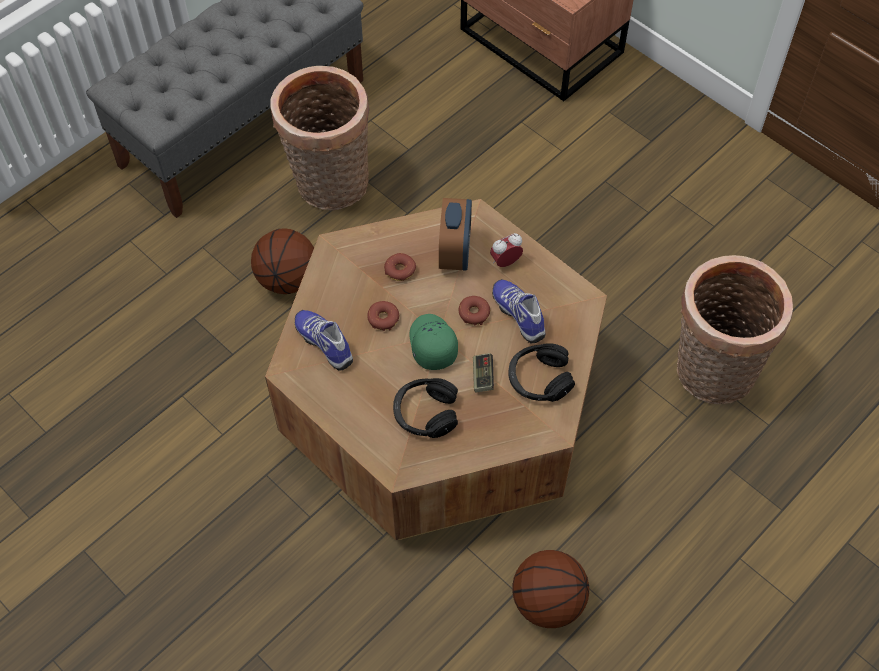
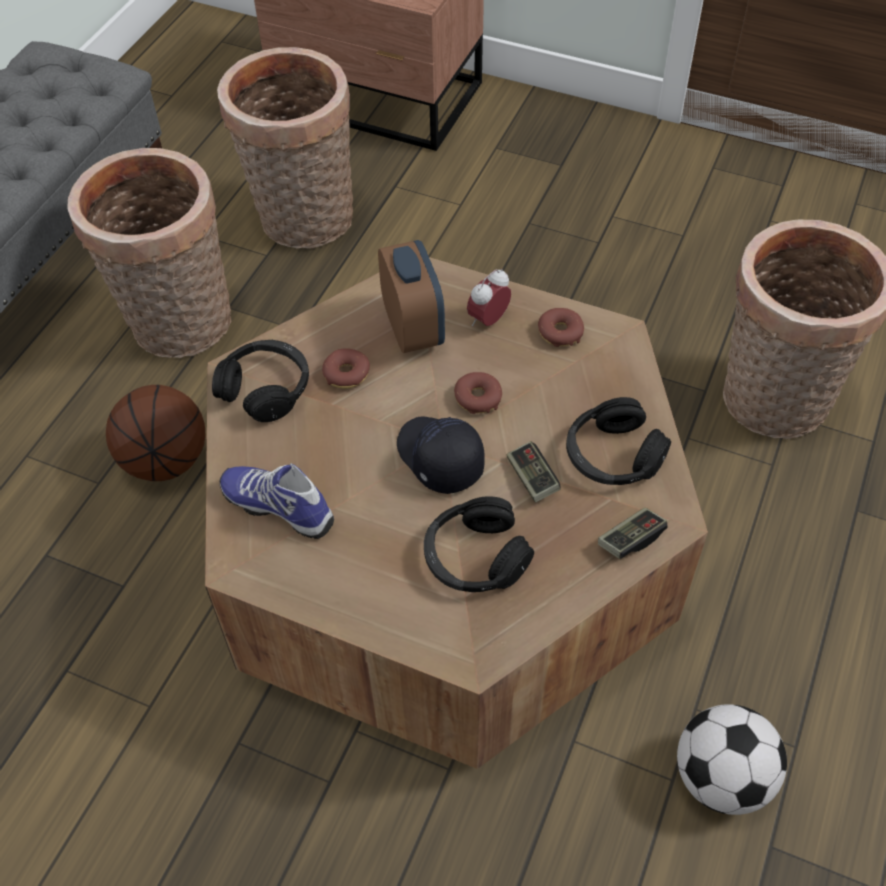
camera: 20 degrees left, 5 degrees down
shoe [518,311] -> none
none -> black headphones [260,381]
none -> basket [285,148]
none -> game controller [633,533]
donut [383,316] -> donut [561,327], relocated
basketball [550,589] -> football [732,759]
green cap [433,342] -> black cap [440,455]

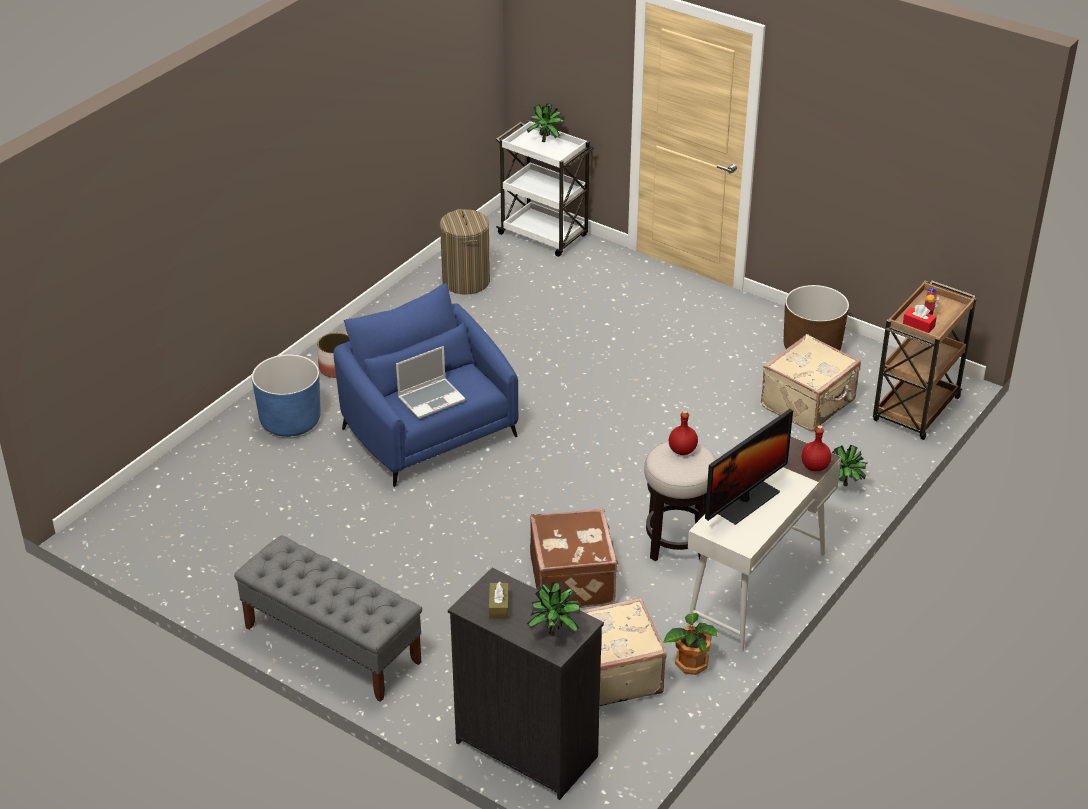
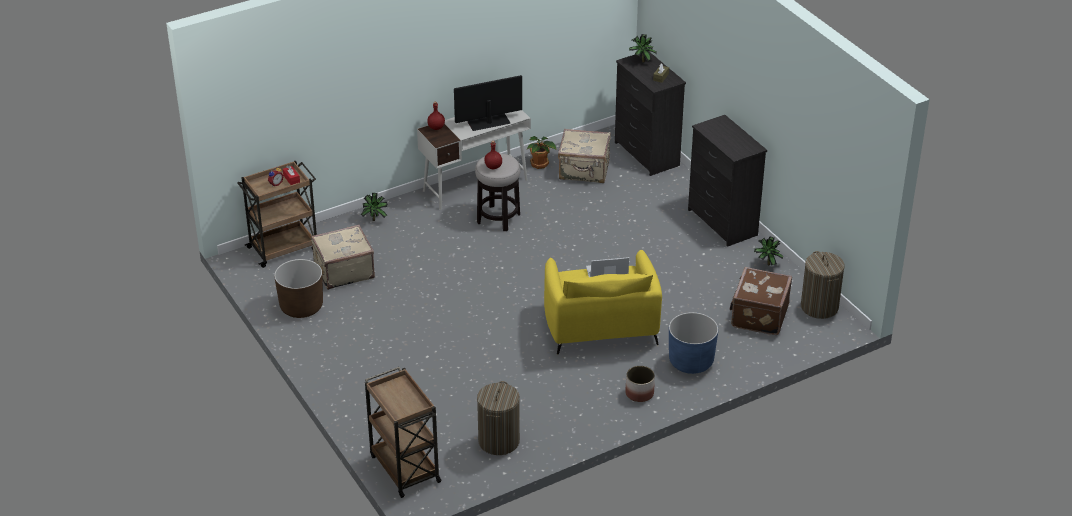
camera: 155 degrees left, 0 degrees up
none -> laundry basket [823,285]
potted plant [545,122] -> potted plant [768,251], relocated
brown suitcase [574,558] -> brown suitcase [760,301], relocated
grey bench [328,618] -> black dresser [727,181]
blue armchair [425,385] -> yellow armchair [603,302]
white cart [545,188] -> brown cart [403,432]

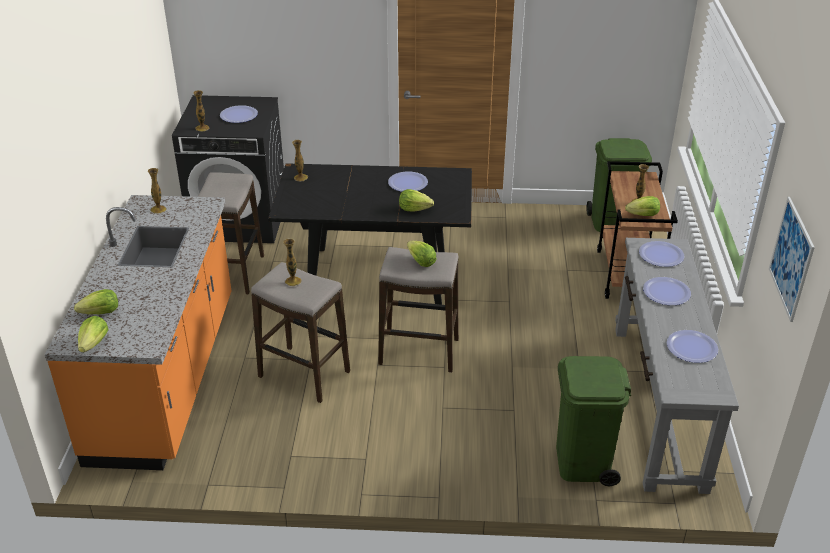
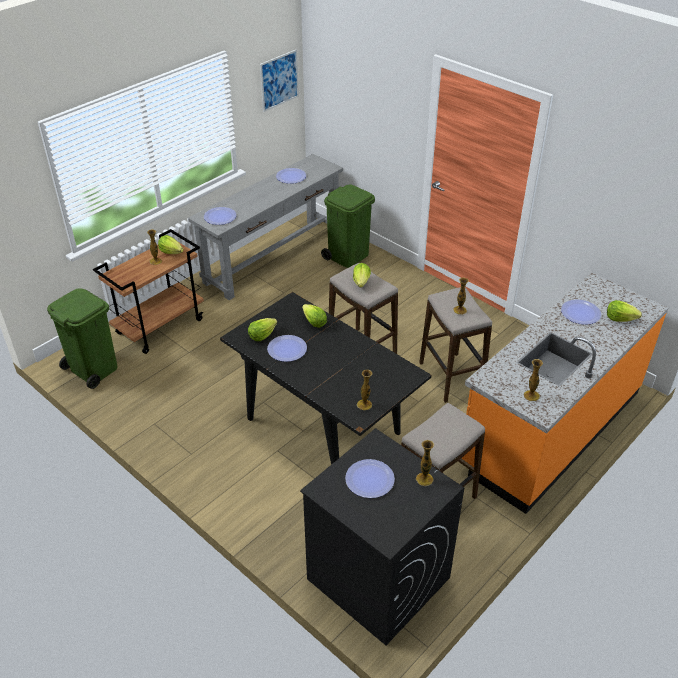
camera: 140 degrees left, 5 degrees up
lettuce [93,334] -> lettuce [262,329], relocated
plate [667,291] -> plate [581,312], relocated

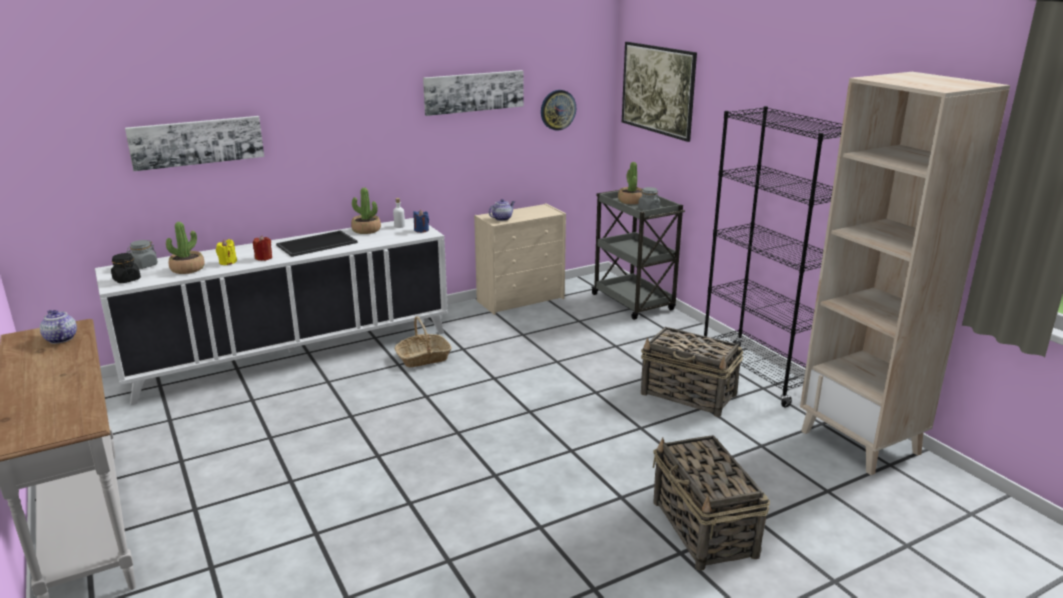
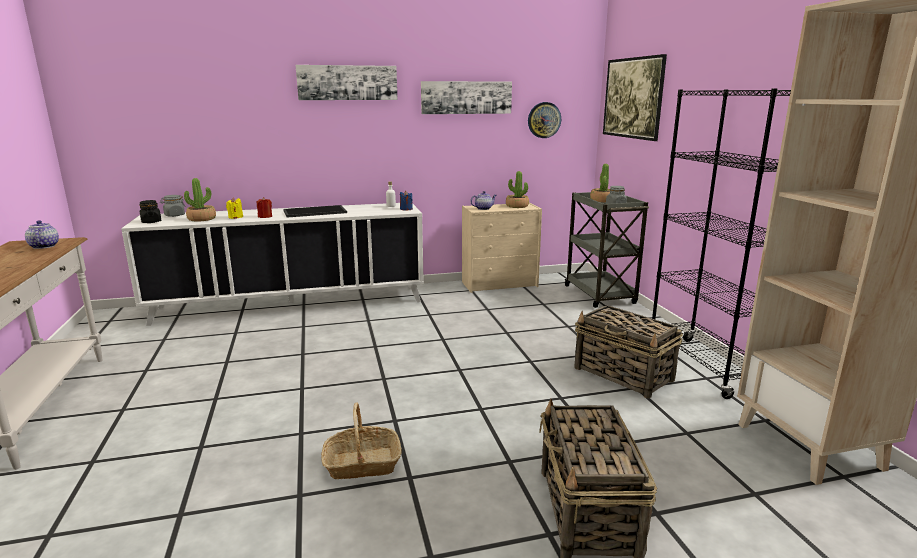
camera: 15 degrees right, 5 degrees down
picture [194,143] -> picture [347,82], relocated
potted plant [366,211] -> potted plant [517,189], relocated
basket [423,341] -> basket [361,441], relocated

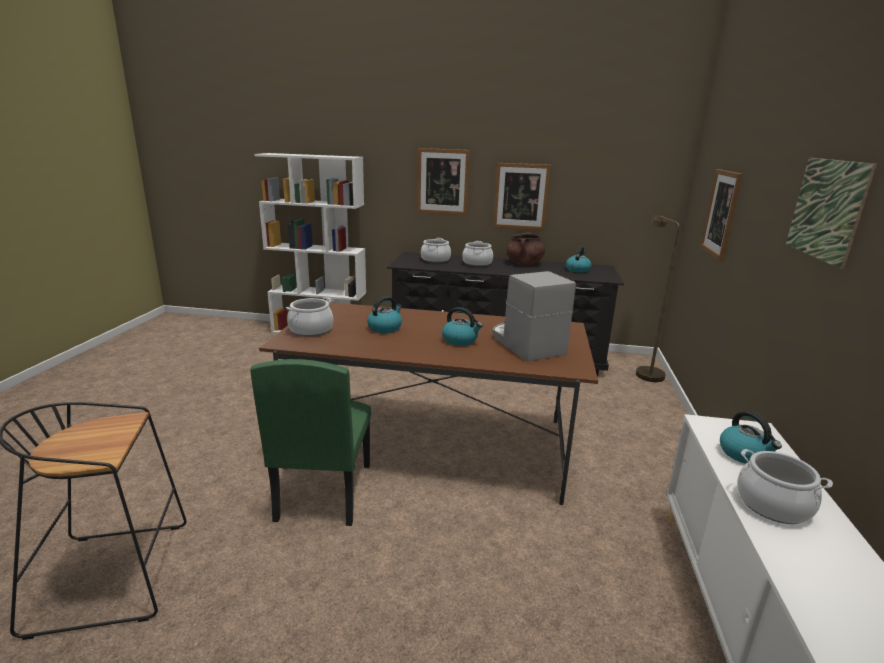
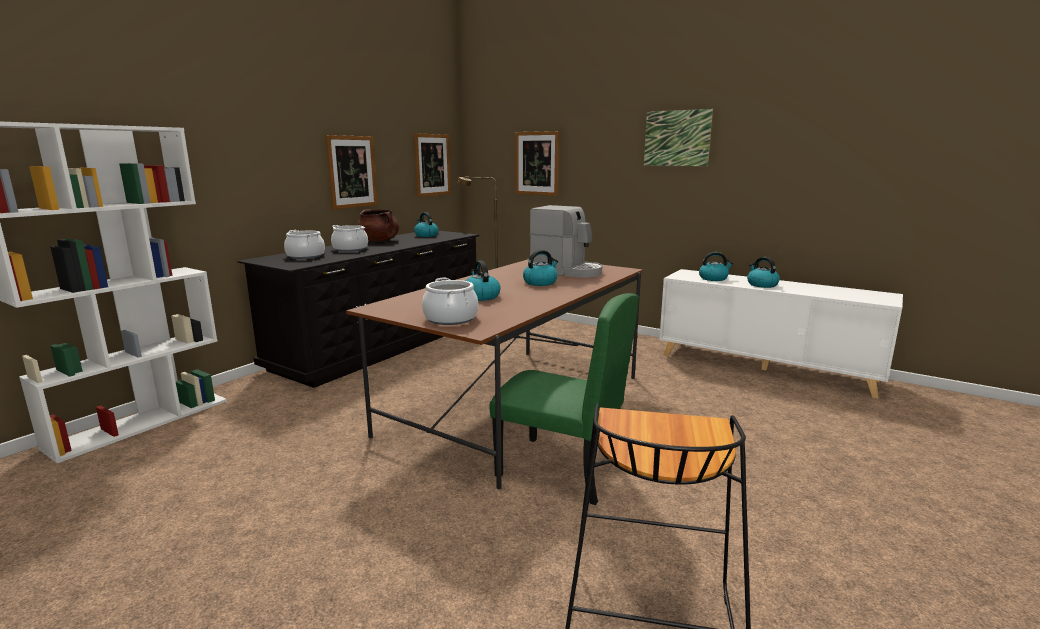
camera: 65 degrees left, 5 degrees down
picture [443,181] -> picture [432,165], relocated
cooking pot [785,486] -> kettle [763,272]
coffee machine [534,316] -> coffee machine [566,241], 150 degrees counterclockwise

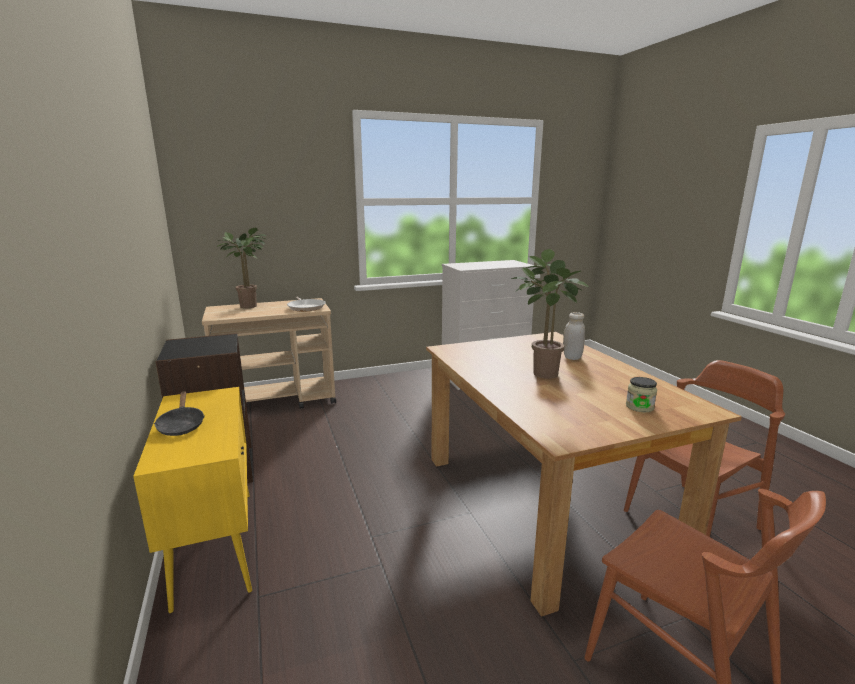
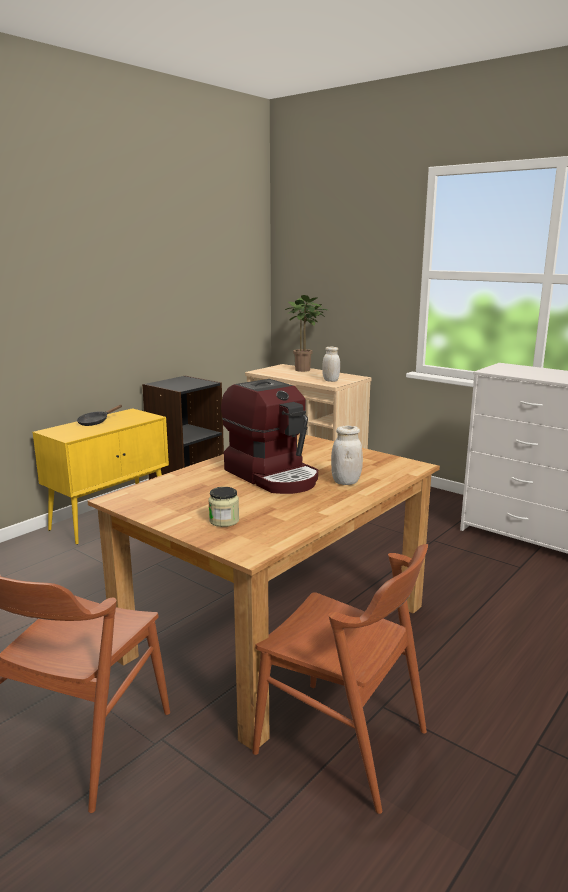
camera: 60 degrees right, 0 degrees up
frying pan [306,304] -> white jar [331,364]
potted plant [550,314] -> coffee machine [269,436]

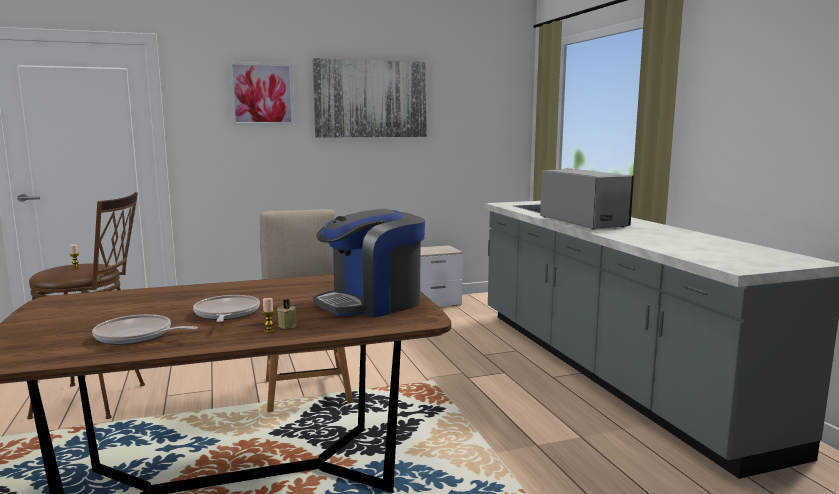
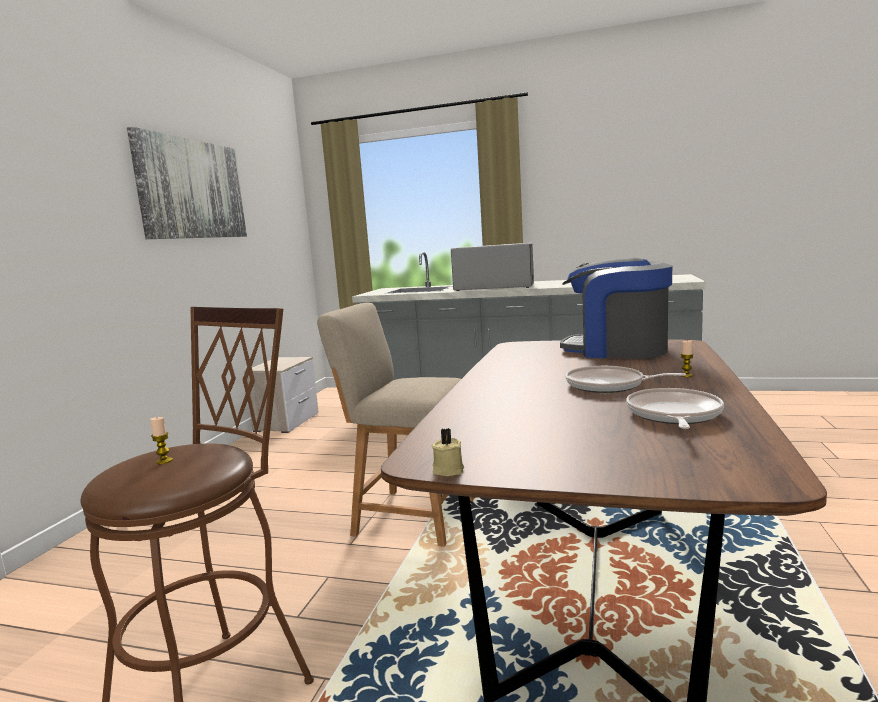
camera: 55 degrees left, 0 degrees up
picture [261,93] -> none
beige candle [287,314] -> beige candle [448,452], relocated
frying pan [145,329] -> frying pan [675,408], 150 degrees clockwise
coffee machine [369,263] -> coffee machine [616,308], 120 degrees clockwise

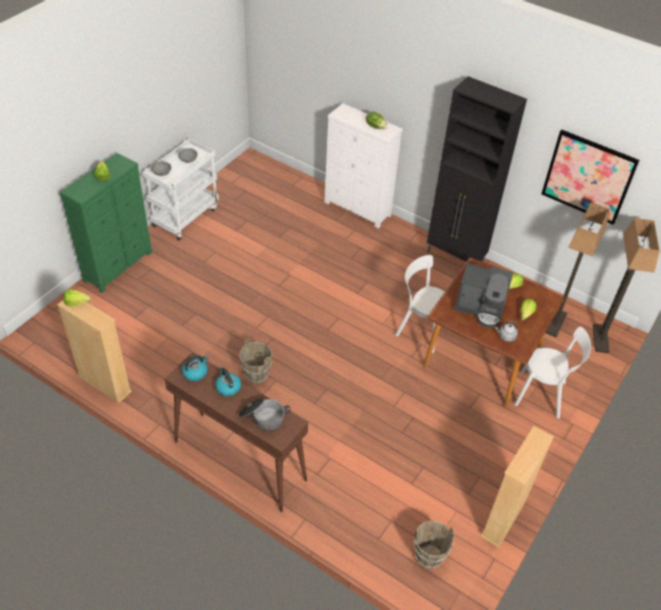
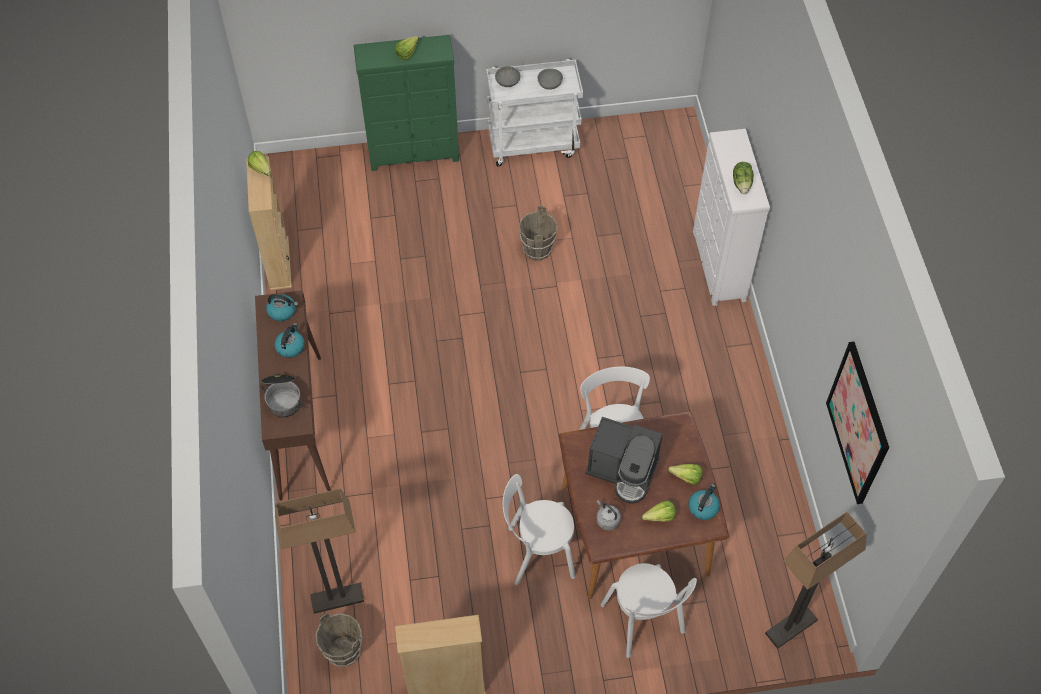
camera: 50 degrees right, 10 degrees up
black cabinet [477,169] -> none
none -> white chair [539,529]
none -> kettle [704,502]
brown bucket [255,361] -> brown bucket [538,233], relocated
floor lamp [577,269] -> floor lamp [319,551], relocated
coffee machine [483,295] -> coffee machine [624,460], 45 degrees counterclockwise

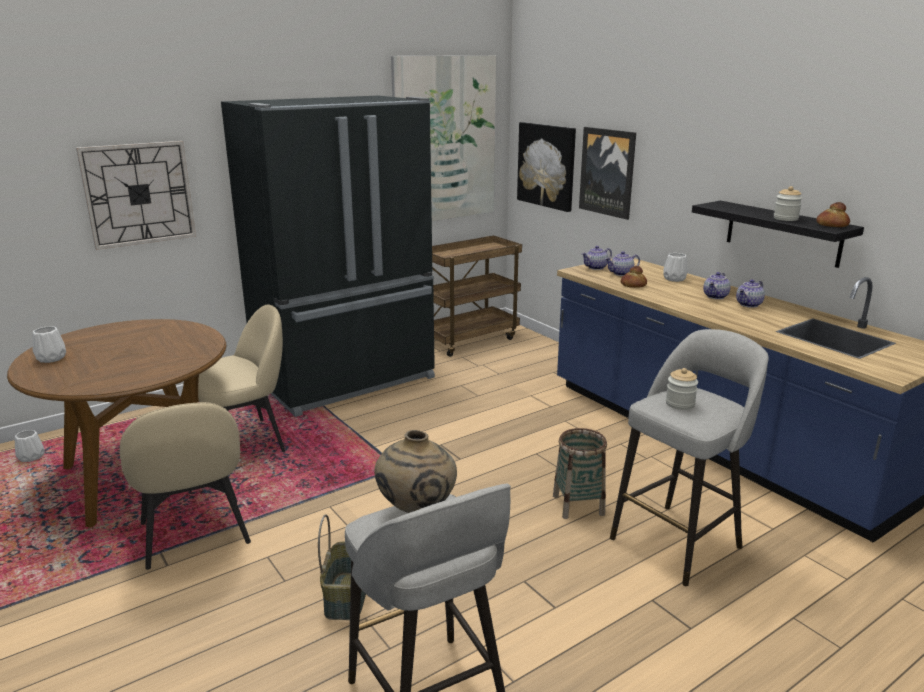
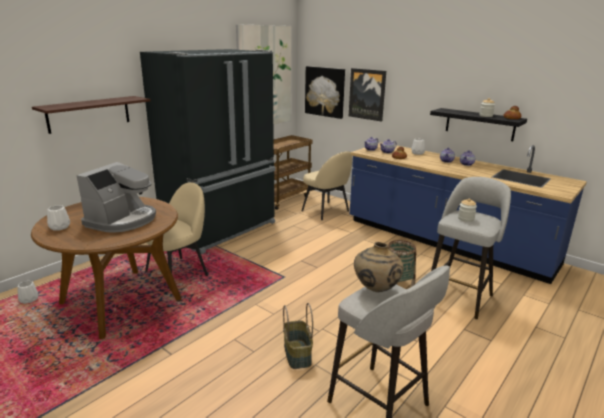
camera: 15 degrees left, 0 degrees up
none -> coffee machine [116,197]
beige chair [185,486] -> beige chair [327,185], relocated
wall clock [136,195] -> shelf [91,115]

